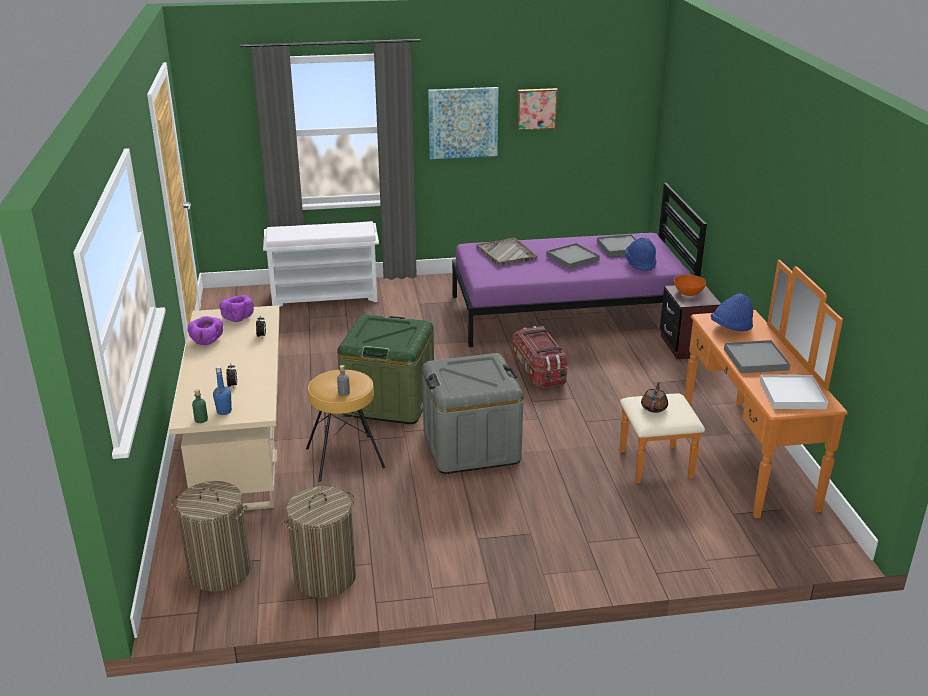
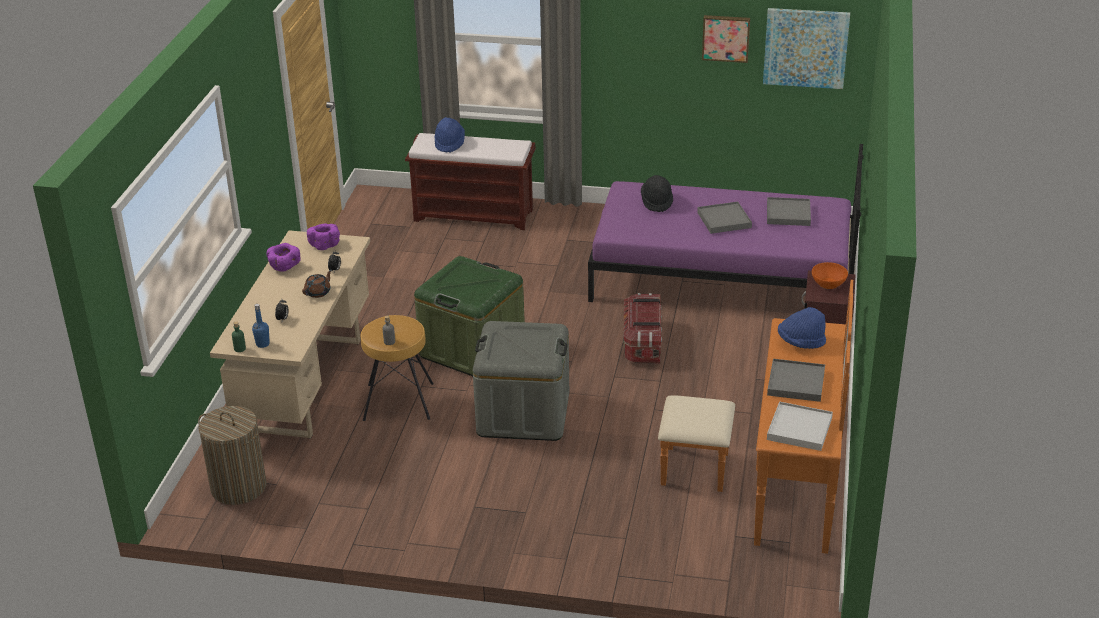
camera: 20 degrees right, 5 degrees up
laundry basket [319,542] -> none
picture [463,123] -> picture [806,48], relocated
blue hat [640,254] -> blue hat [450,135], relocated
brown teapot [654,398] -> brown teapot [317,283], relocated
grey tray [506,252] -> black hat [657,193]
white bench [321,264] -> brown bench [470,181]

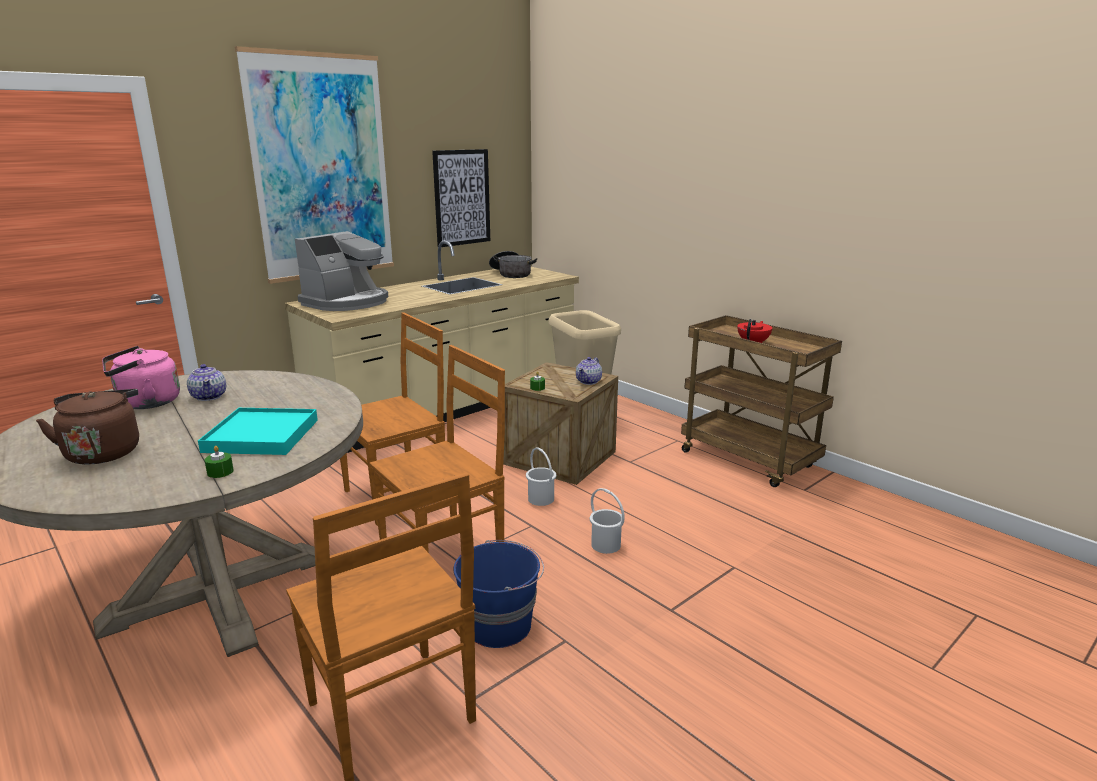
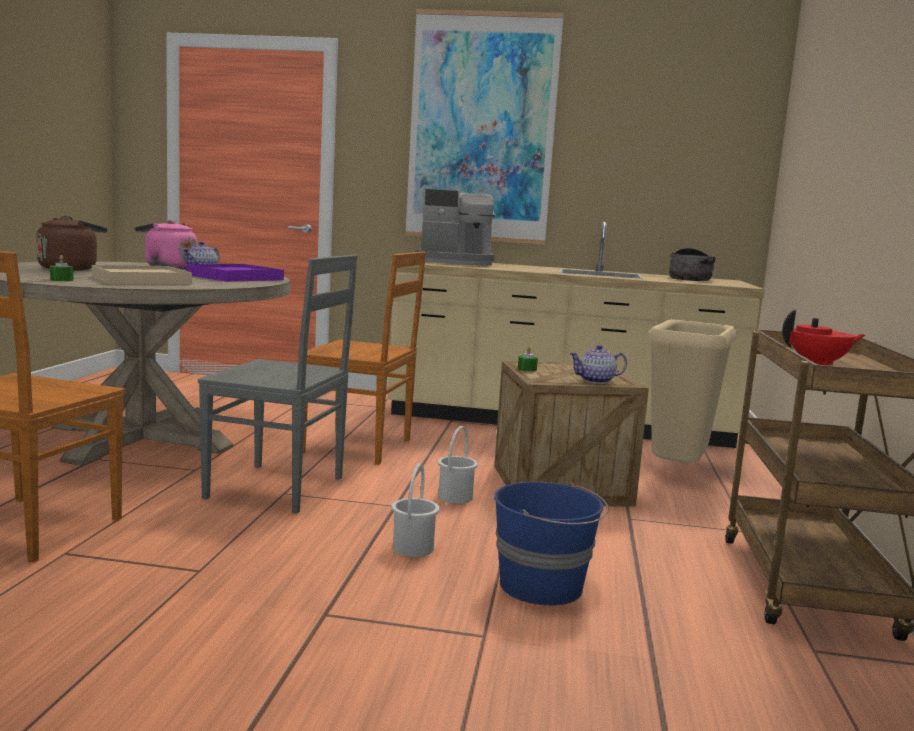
camera: 50 degrees right, 10 degrees down
picture [461,198] -> none
none -> purple tray [235,273]
blue bucket [498,594] -> blue bucket [551,544], relocated
turquoise tray [258,431] -> beige tray [142,275]
brown chair [437,449] -> grey chair [277,384]

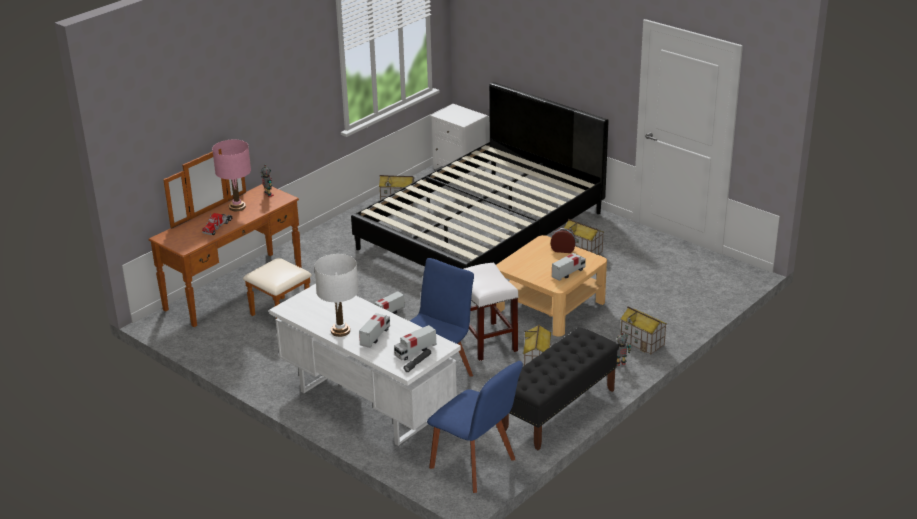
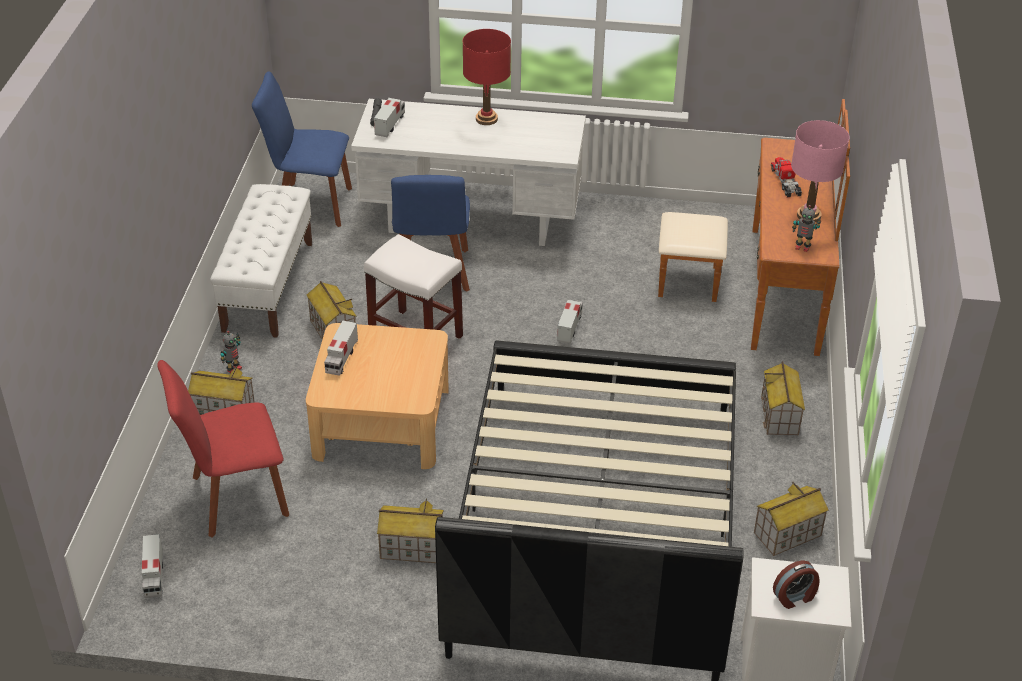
camera: 145 degrees right, 10 degrees up
none -> red chair [223,449]
none -> toy house [783,398]
toy truck [374,330] -> toy truck [152,566], relocated
alarm clock [563,240] -> alarm clock [796,584], relocated
white table lamp [336,295] -> red table lamp [487,77]
black bench [560,388] -> white bench [261,261]

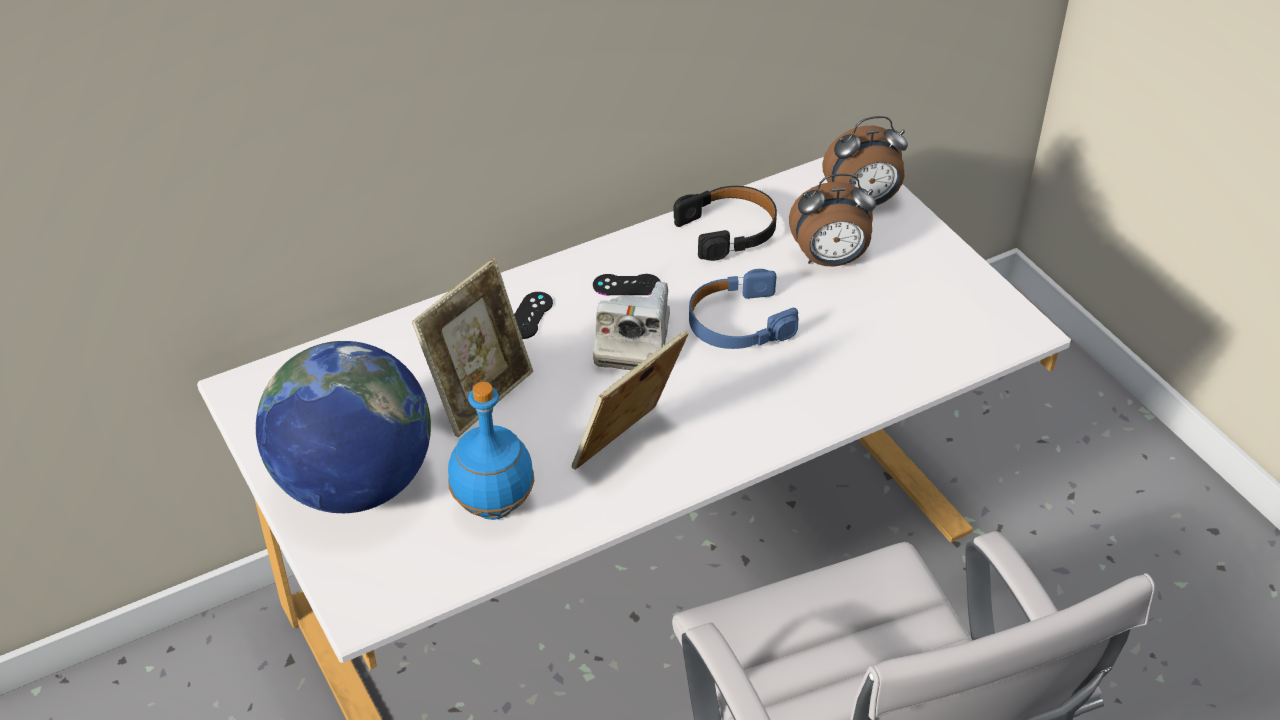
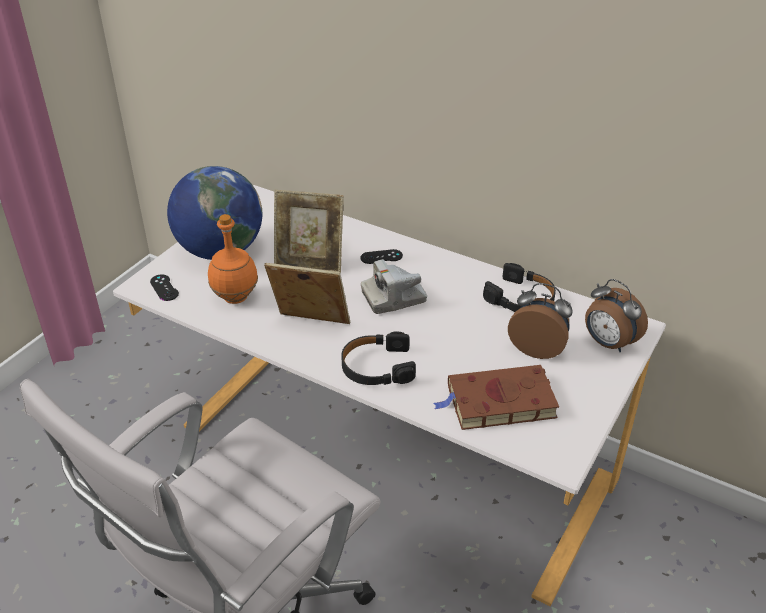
camera: 60 degrees right, 5 degrees down
blue headphones [744,309] -> none
none -> black headphones [378,358]
none -> brown book [496,397]
black game controller [627,284] -> black game controller [164,287], relocated
blue bottle [491,451] -> orange bottle [233,259]
alarm clock [832,220] -> alarm clock [540,321], 150 degrees clockwise

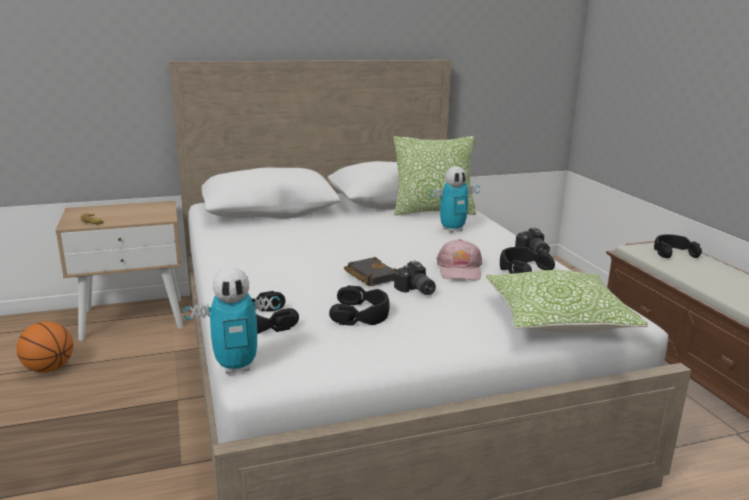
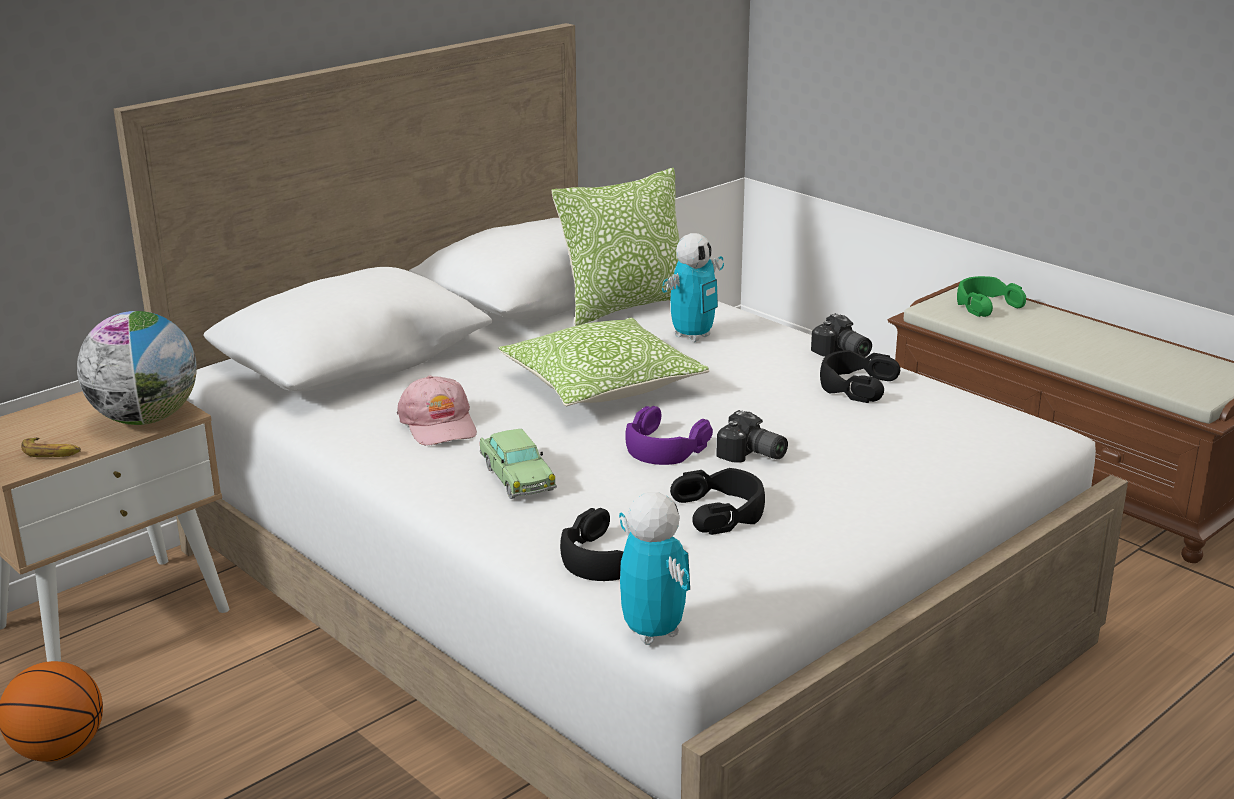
camera: 25 degrees left, 5 degrees up
none -> globe [137,368]
none -> toy car [518,464]
pink cap [459,259] -> pink cap [437,410], relocated
pillow [567,301] -> pillow [603,362], relocated
black book [370,271] -> purple headphones [669,435]
black headphones [678,246] -> green headphones [991,296]
toy robot [231,320] -> toy robot [654,568], 75 degrees counterclockwise

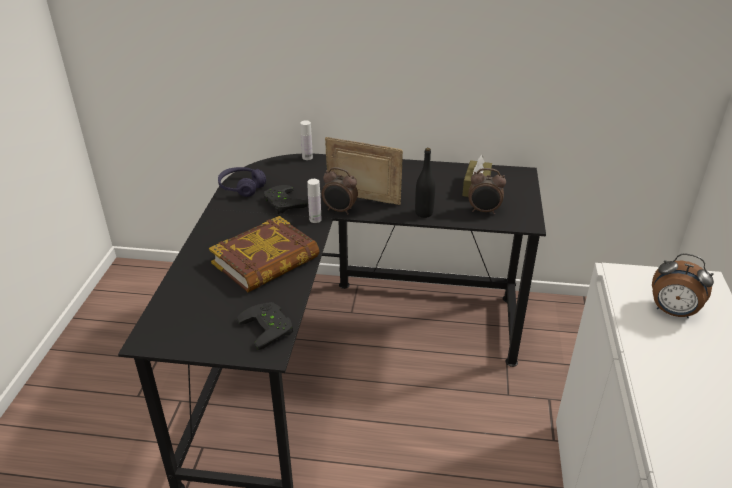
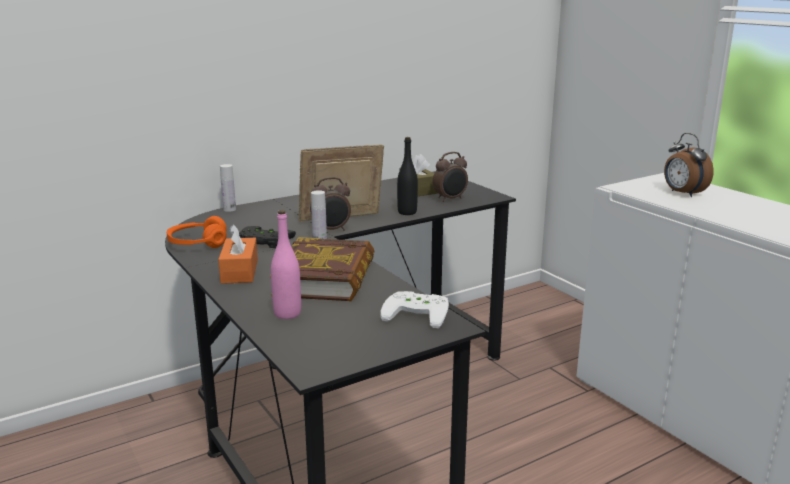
camera: 40 degrees left, 15 degrees down
none -> orange tissue box [238,254]
none -> pink bottle [286,264]
purple headphones [242,182] -> orange headphones [197,232]
black game controller [264,326] -> white game controller [415,310]
alarm clock [683,285] -> alarm clock [689,165], 75 degrees clockwise

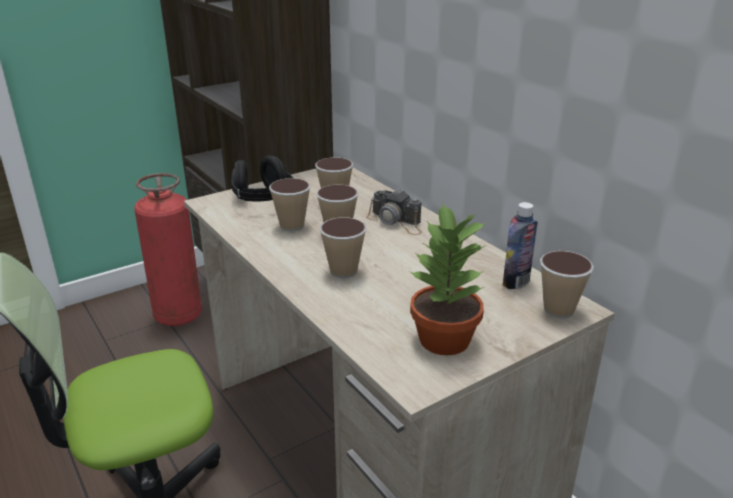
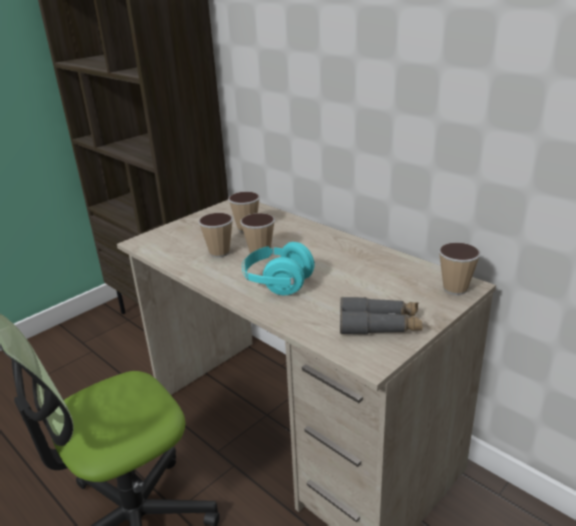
camera: 10 degrees left, 0 degrees up
fire extinguisher [168,249] -> none
black headphones [262,178] -> none
photo camera [394,211] -> none
bottle [520,245] -> none
cup [343,247] -> turquoise headphones [278,268]
potted plant [448,279] -> grey binoculars [381,316]

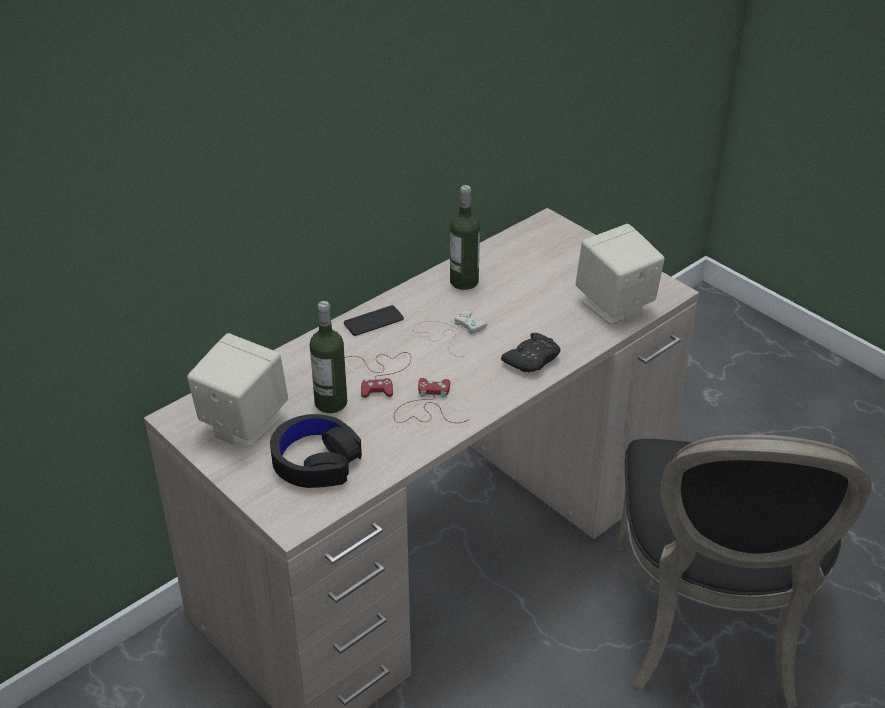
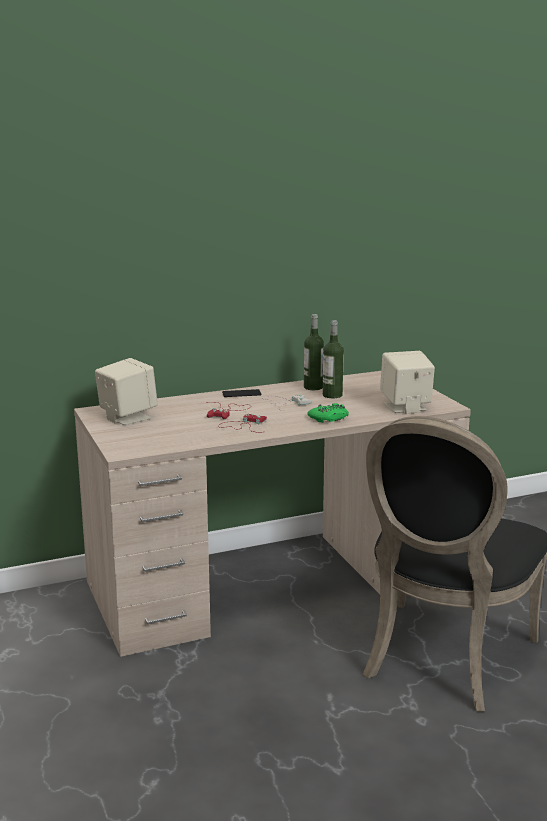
camera: 20 degrees right, 20 degrees down
black headphones [316,451] -> none
bottle [328,357] -> bottle [333,359], relocated
black game controller [531,353] -> green game controller [328,413]

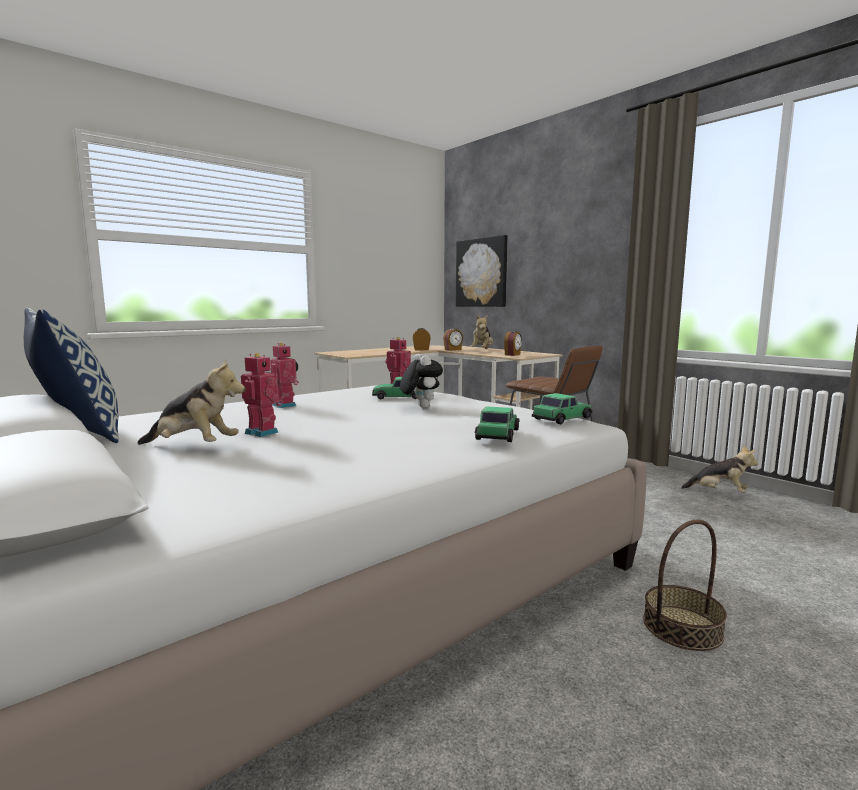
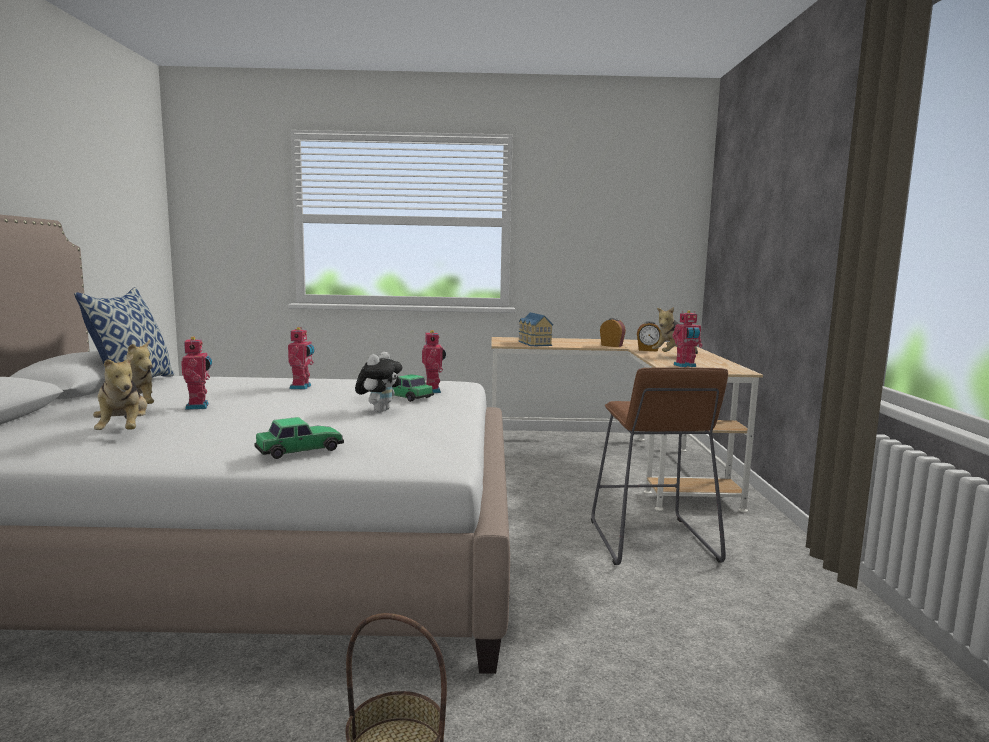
camera: 40 degrees right, 0 degrees up
picture [482,271] -> none
toy car [562,408] -> none
none -> toy house [536,329]
plush toy [719,469] -> plush toy [120,392], relocated
alarm clock [513,343] -> toy robot [687,338]

